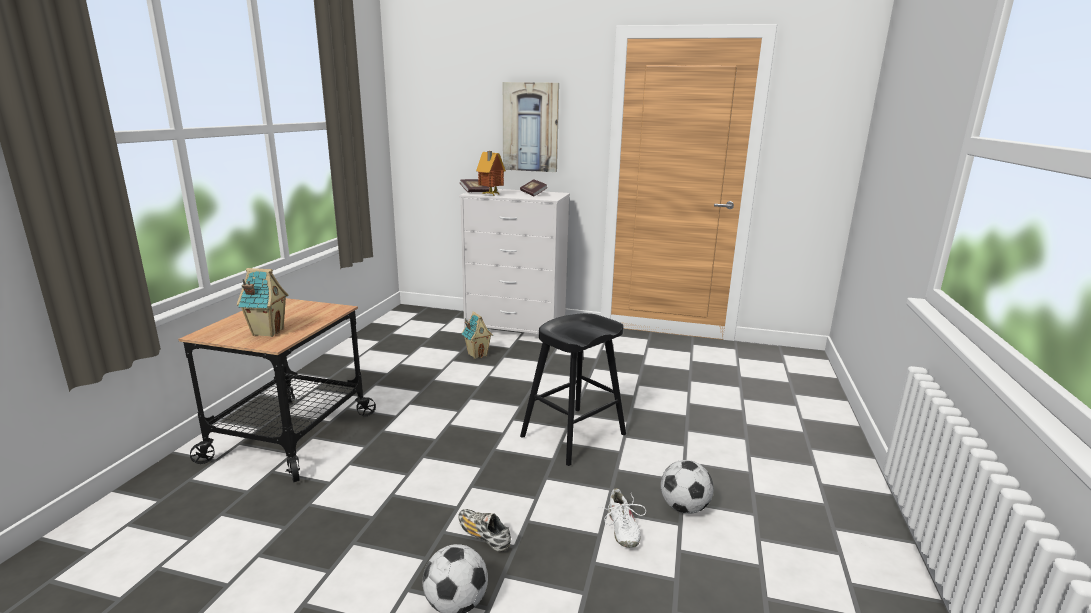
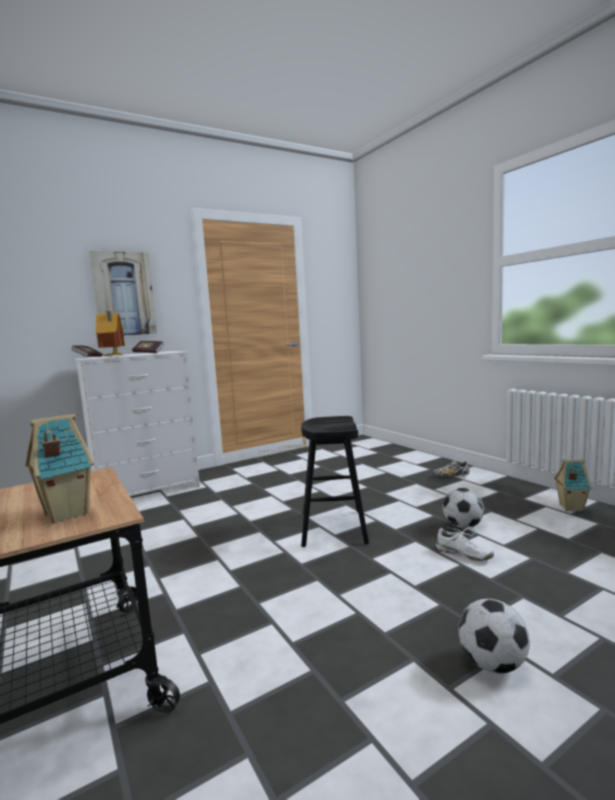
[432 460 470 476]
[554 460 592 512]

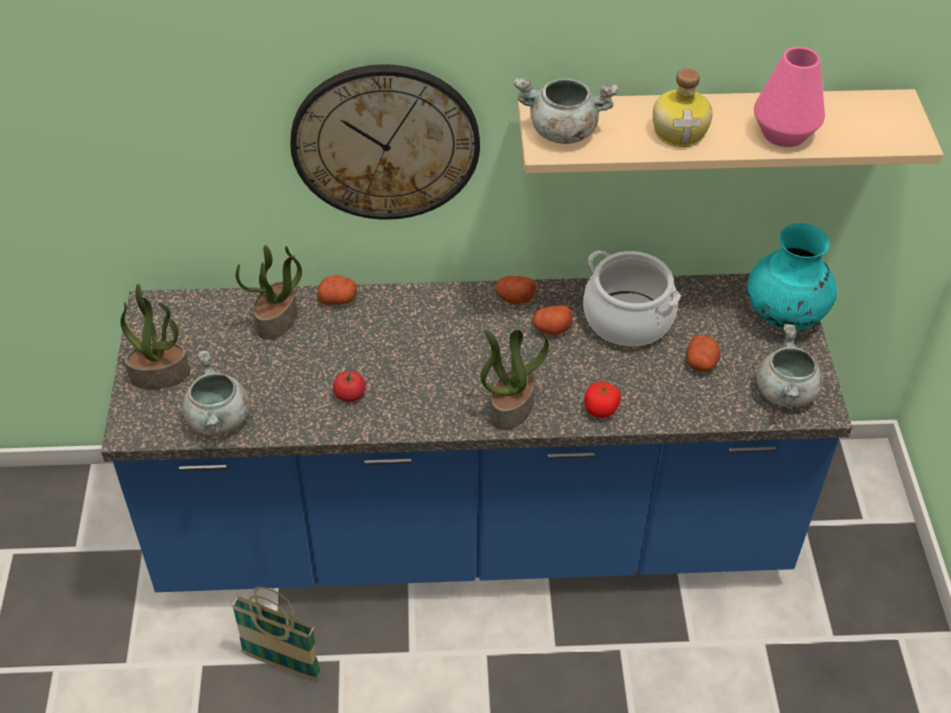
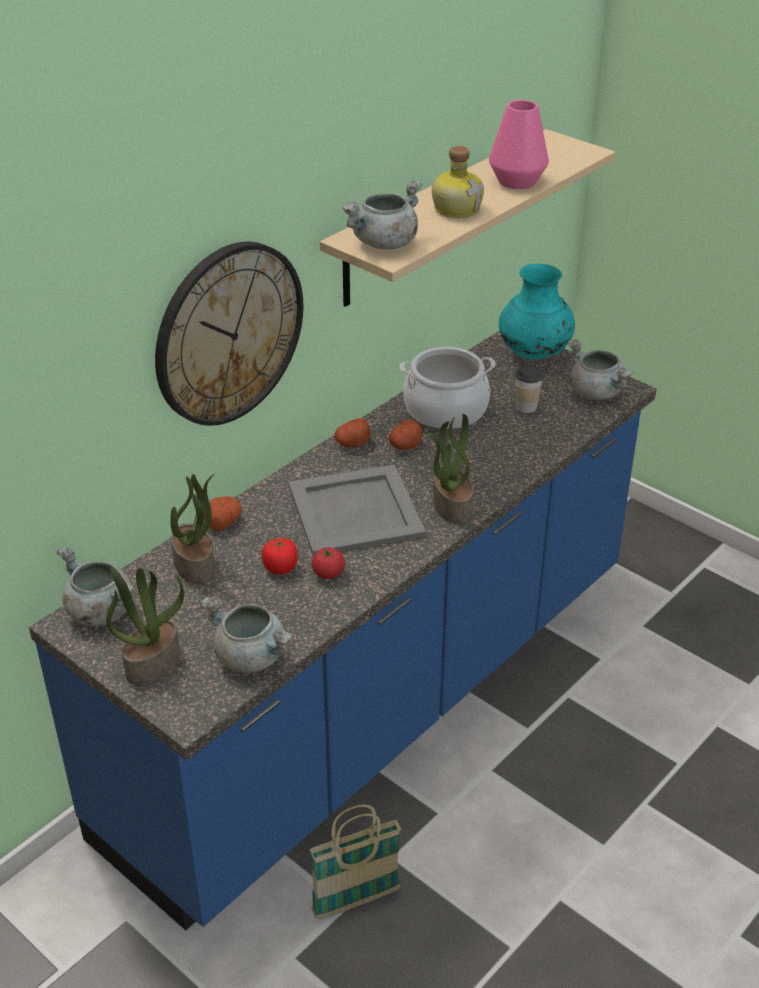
[57 546 135 626]
[288 464 426 556]
[262 538 298 574]
[515 365 543 413]

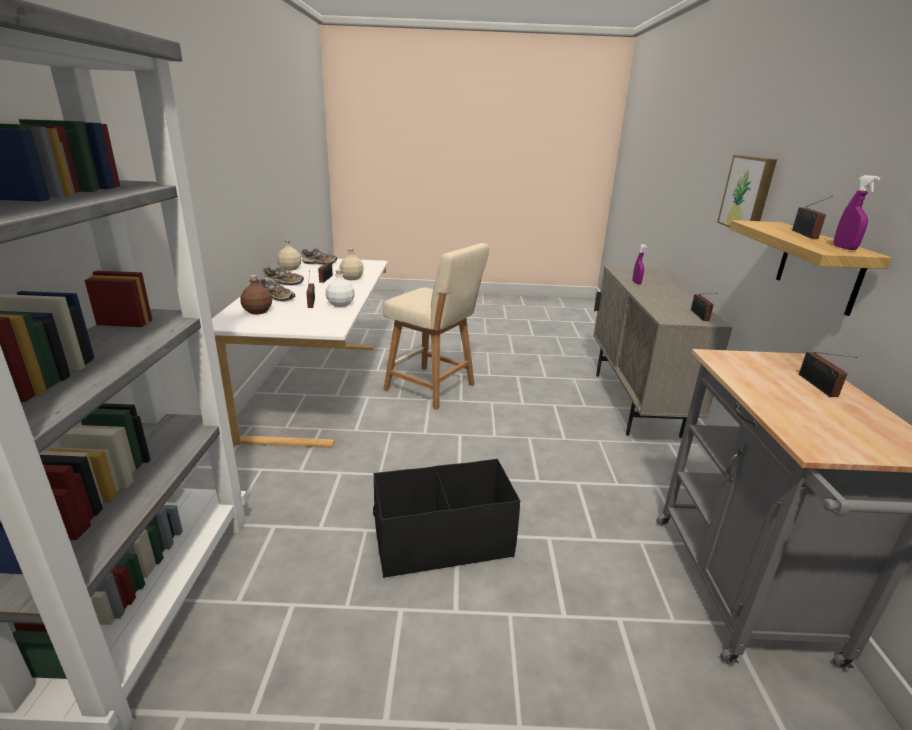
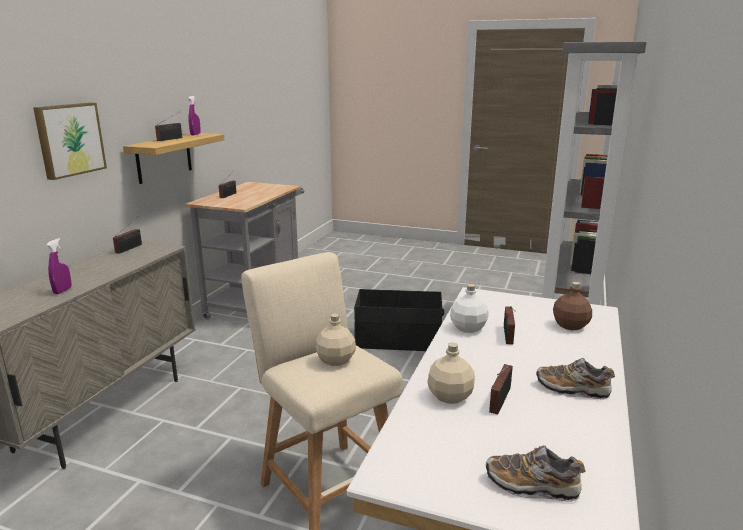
[258 278 295 302] (first image)
[315 314 356 366]

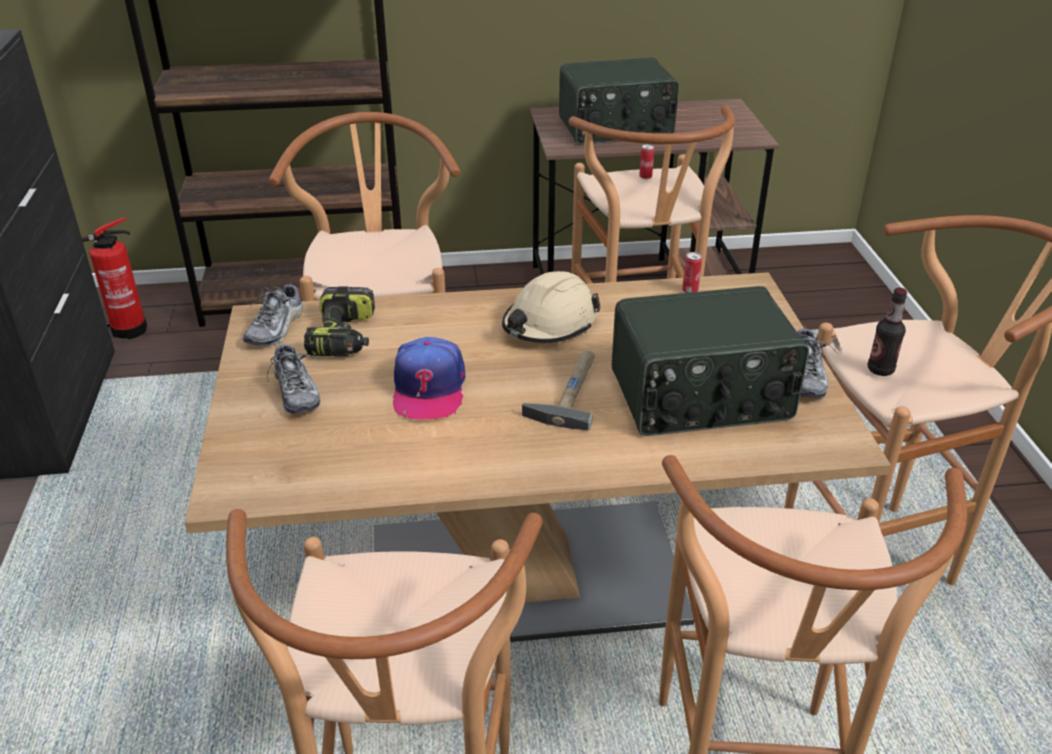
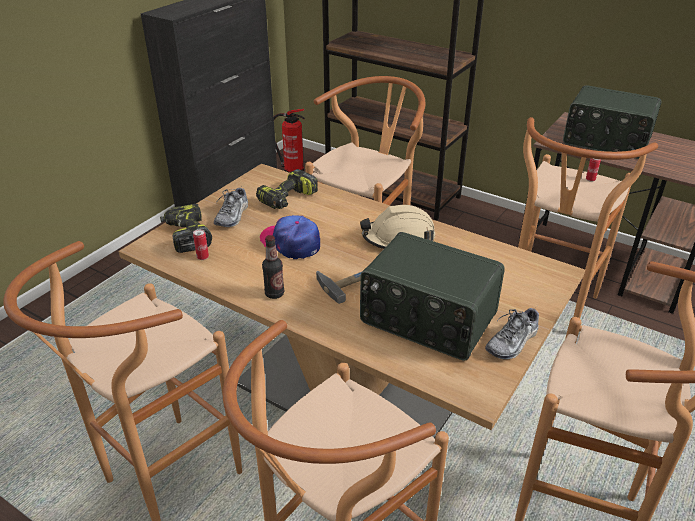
[243 283 303 346] (first image)
[160 204 212 253]
[193 229 209 260]
[262 235 284 299]
[260 215 320 259]

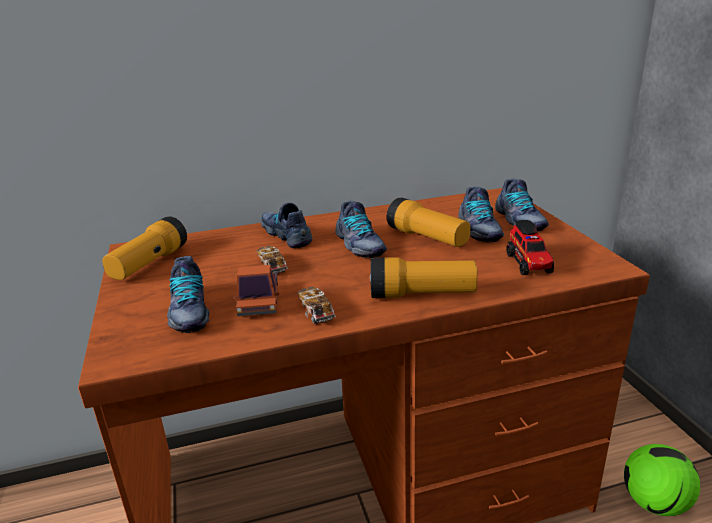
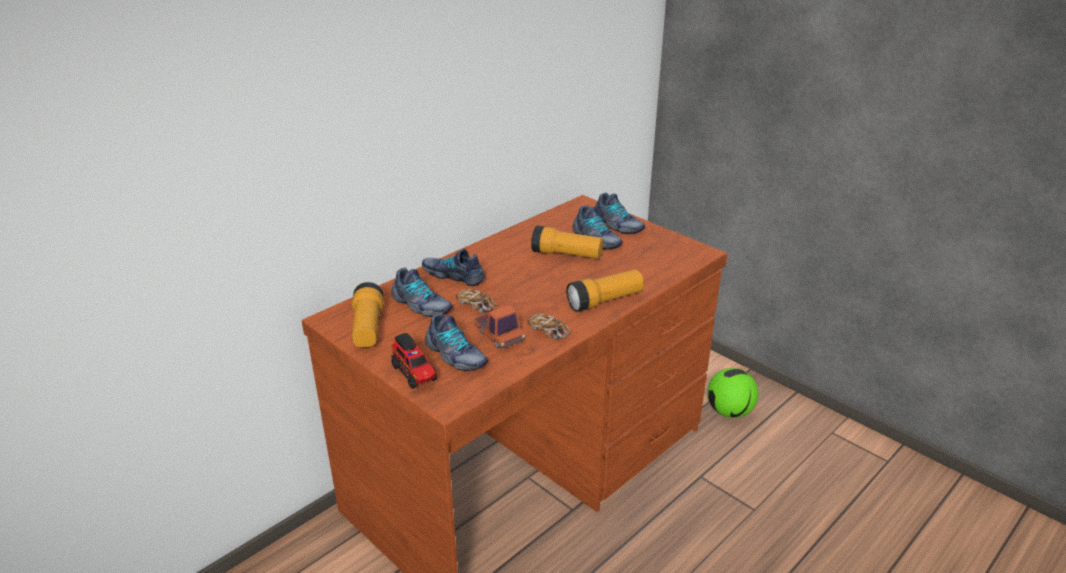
[391 267 453 317]
[391 333 437 389]

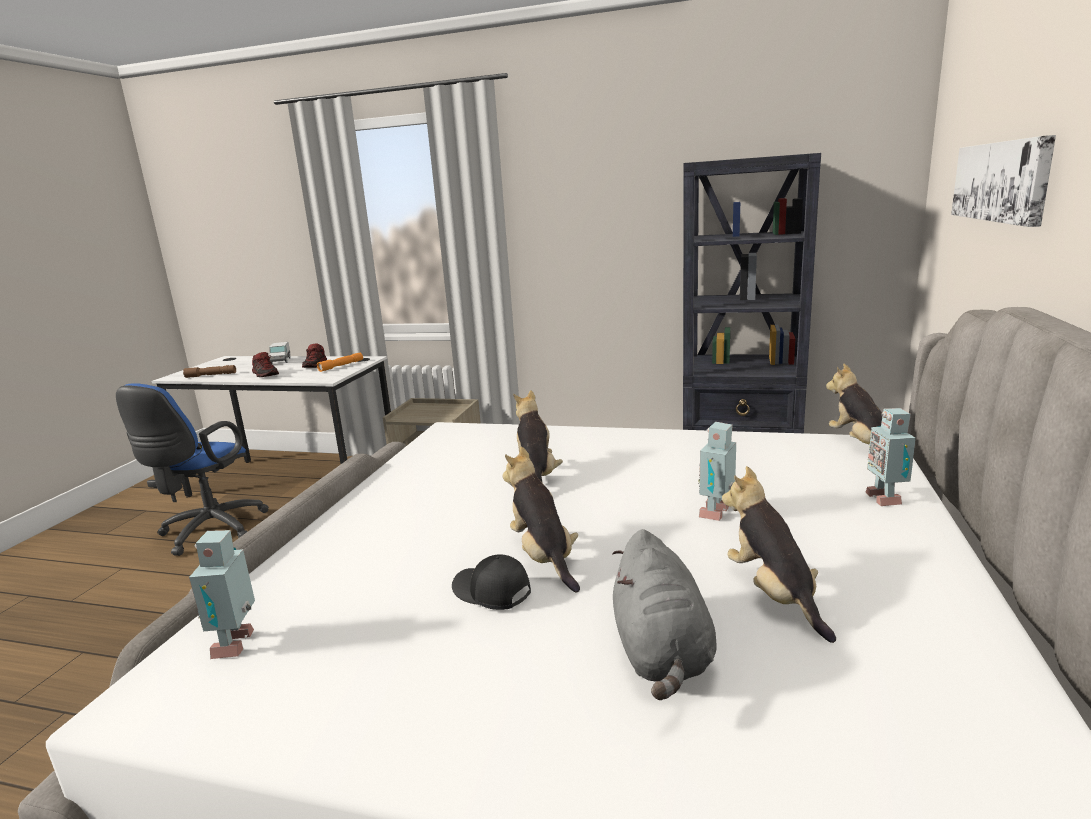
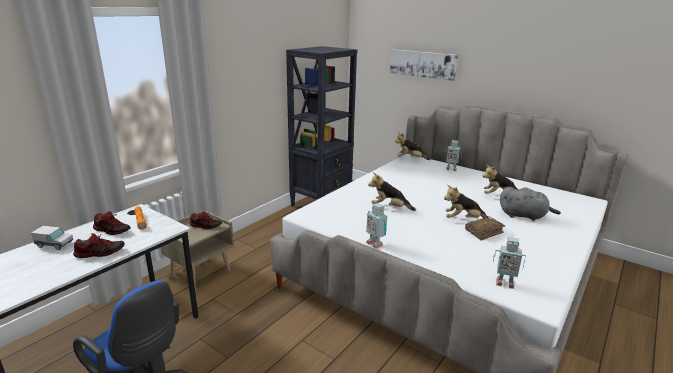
[183 365 236 378] (first image)
[189 211 222 229]
[366 203 387 249]
[465 217 505 241]

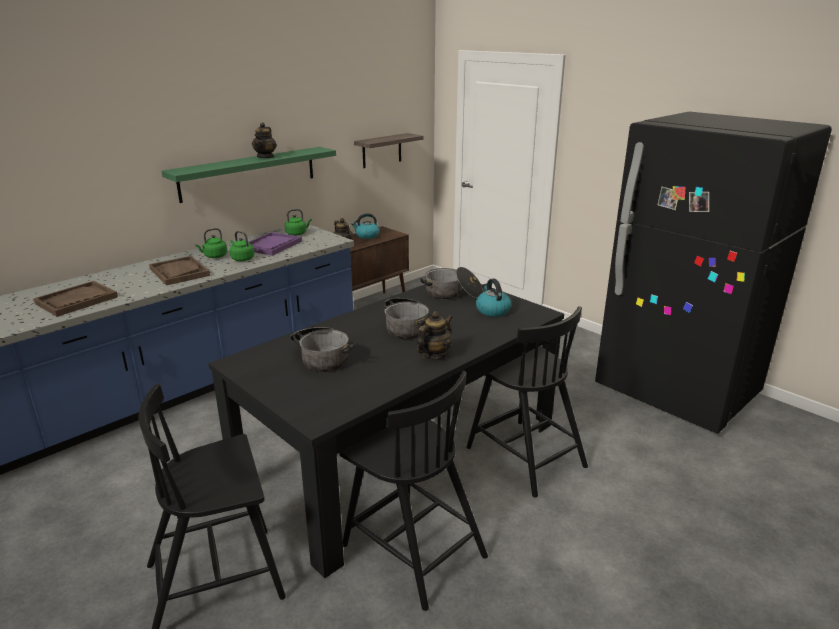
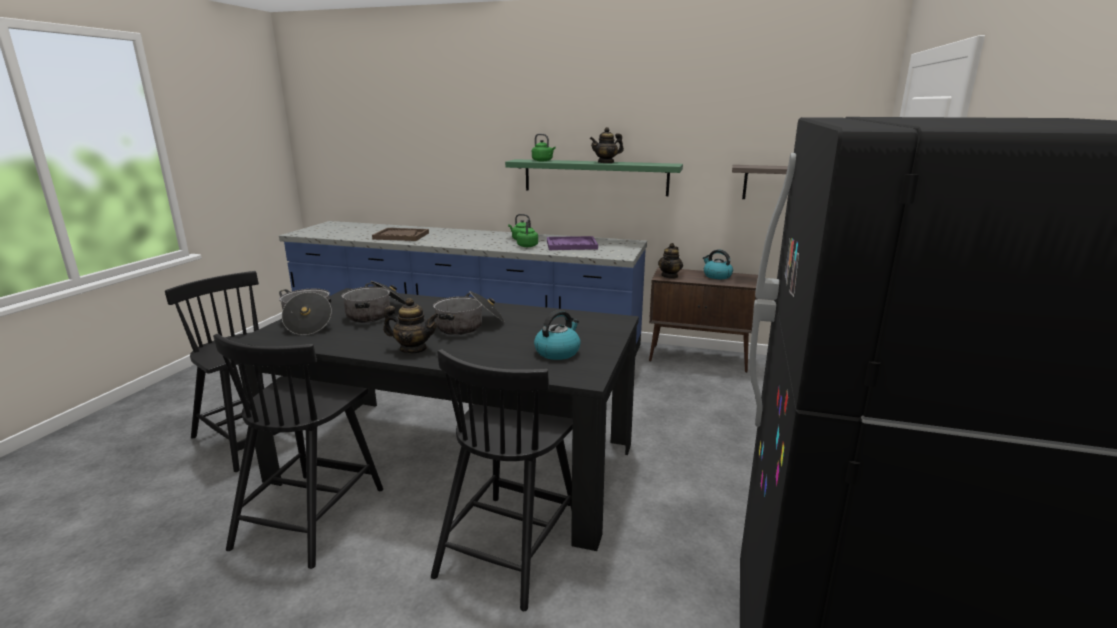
[149 256 210 285] (first image)
[532 134 556 161]
[279 289 332 335]

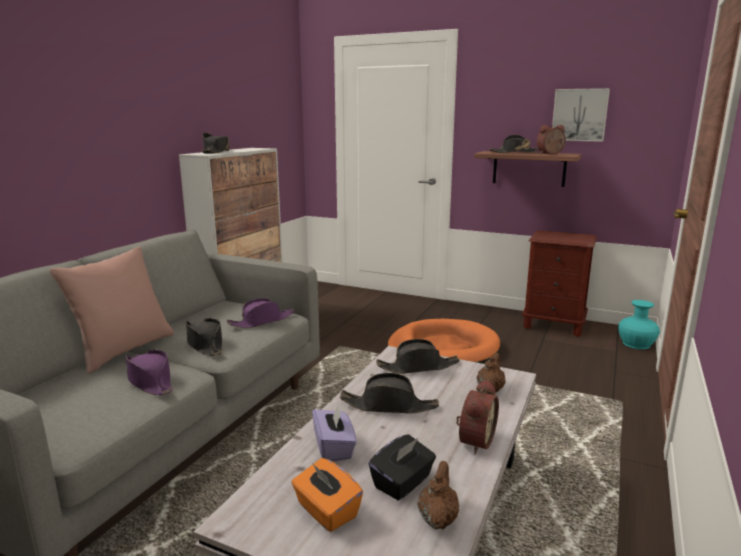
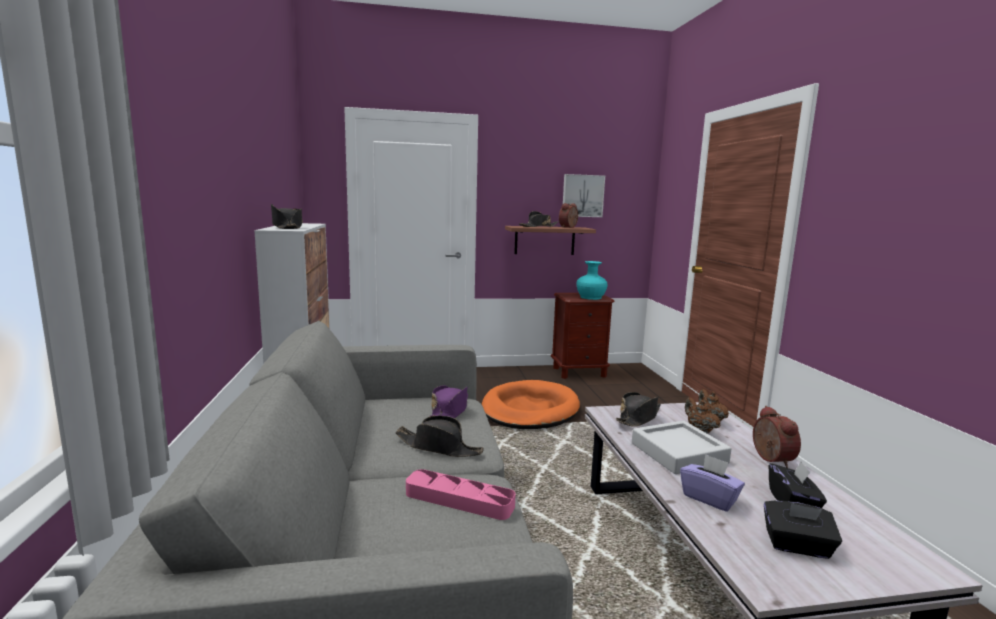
[50 247 174 374] (first image)
[685 398 721 433]
[576 261 607 300]
[406 469 516 520]
[632 420 731 474]
[764 500 842 559]

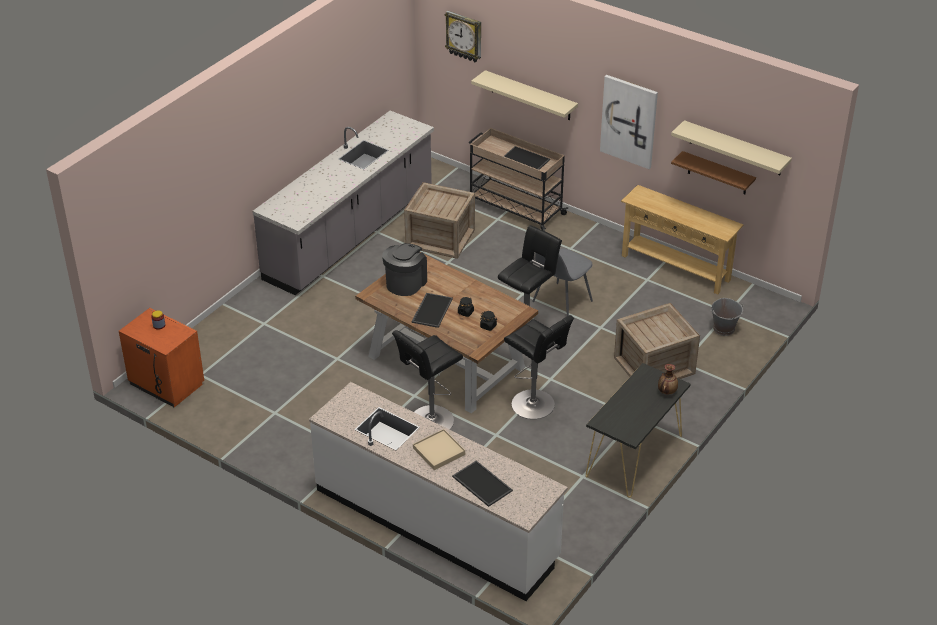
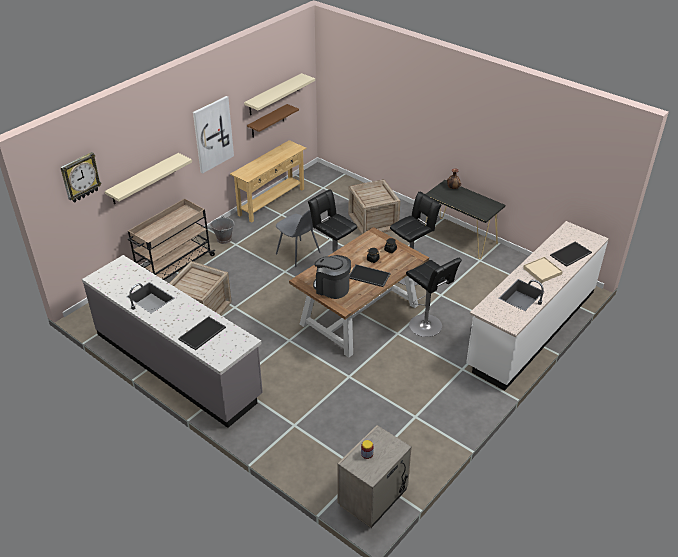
[178 316 226 350]
[210 216 235 244]
[337 425 412 528]

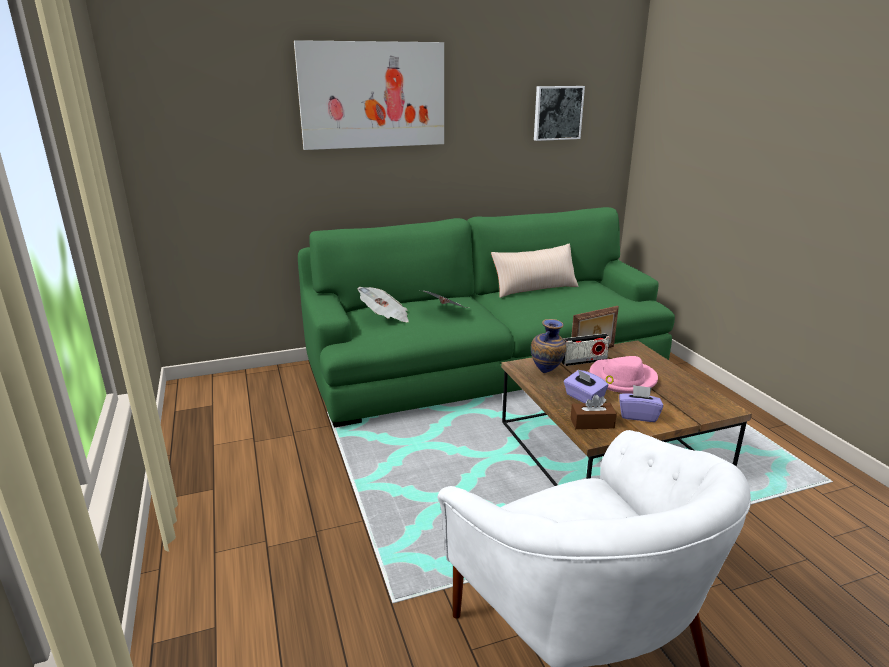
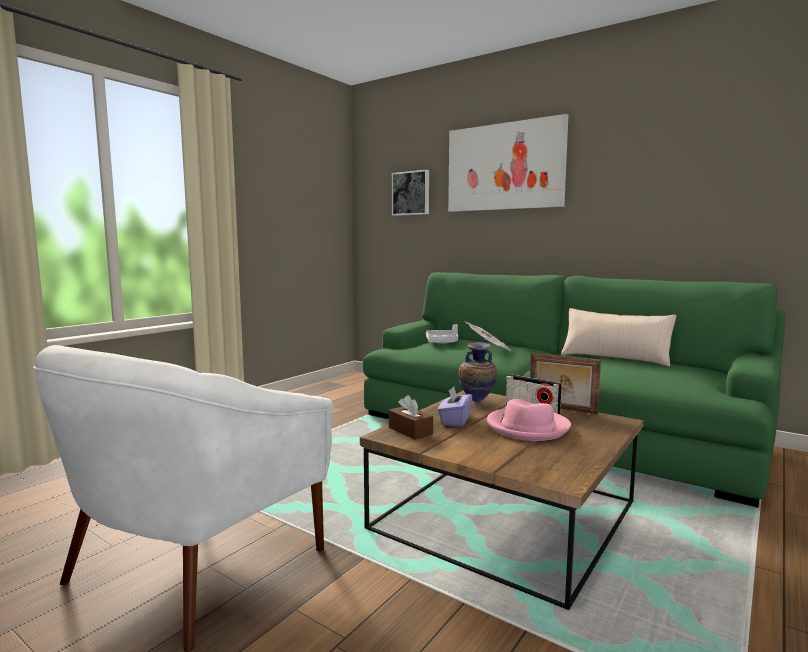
[619 385 663 422] (first image)
[392 170 429 216]
[426 324 458 344]

